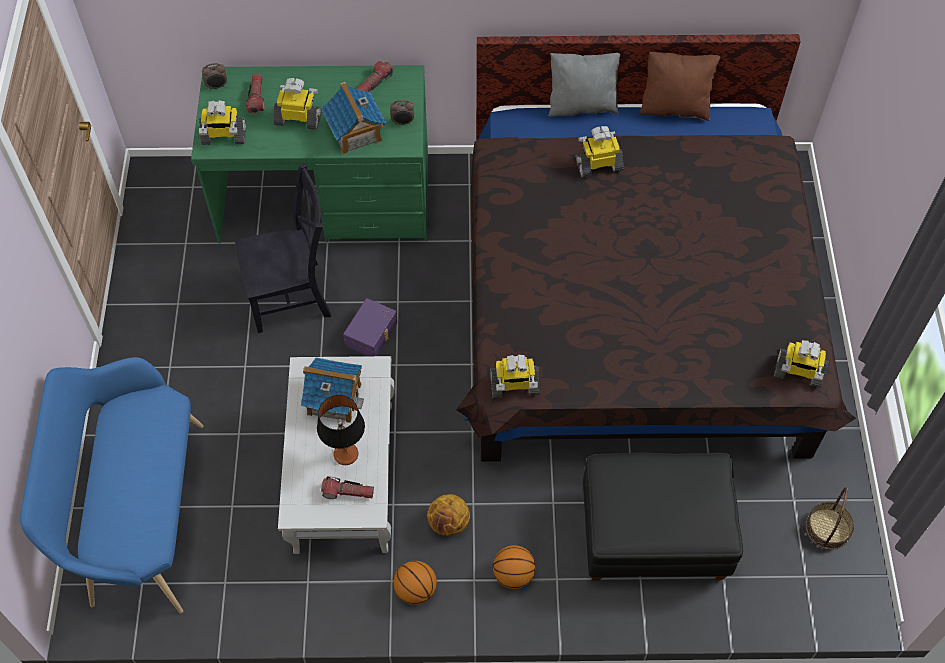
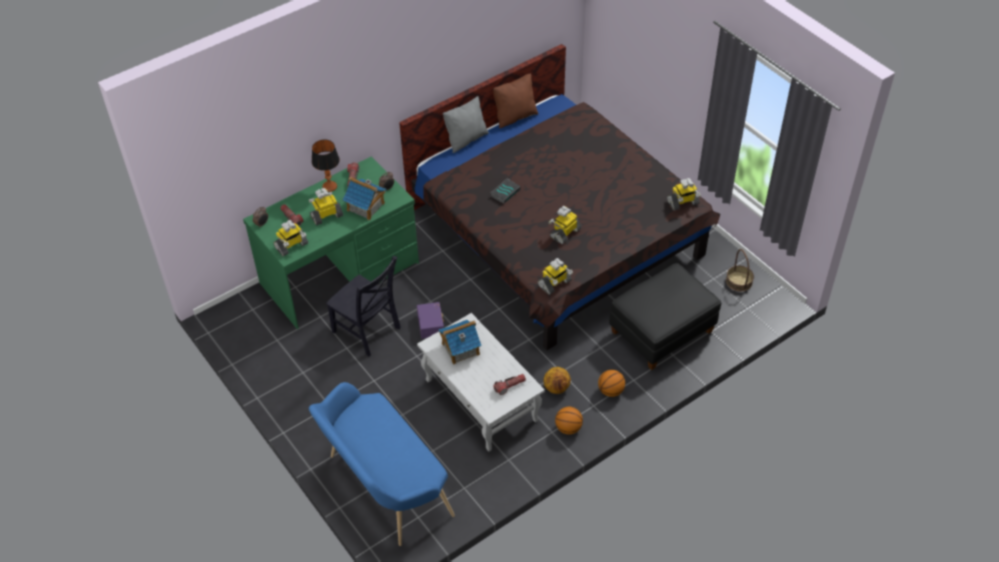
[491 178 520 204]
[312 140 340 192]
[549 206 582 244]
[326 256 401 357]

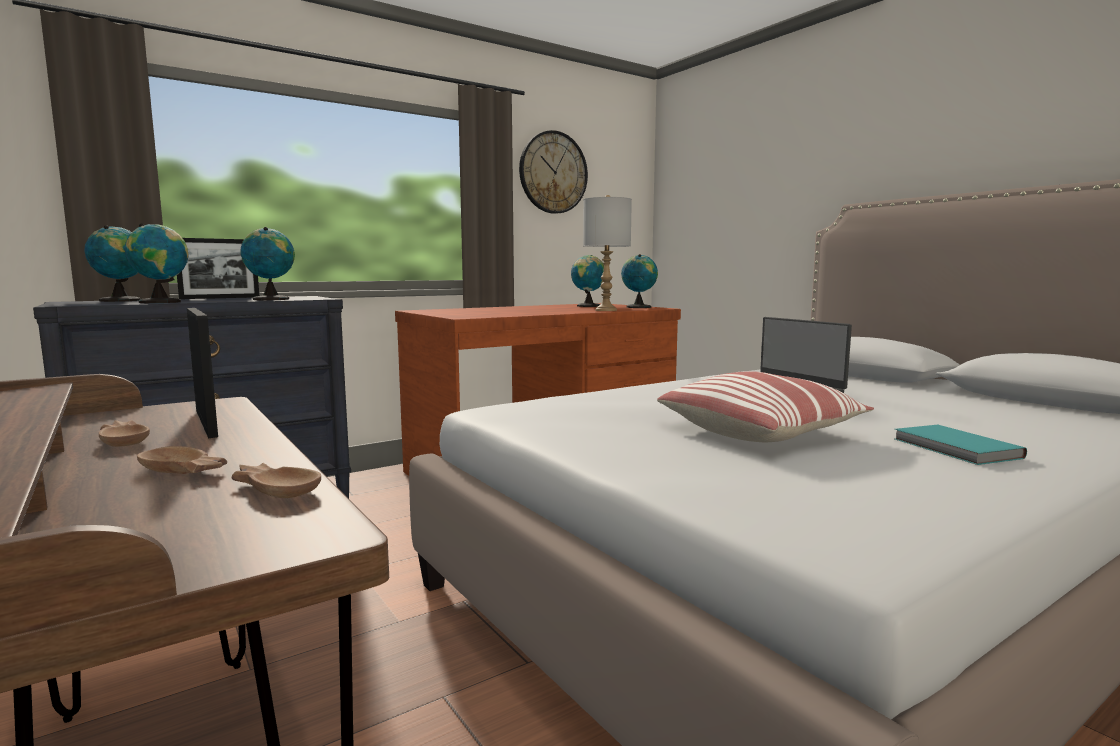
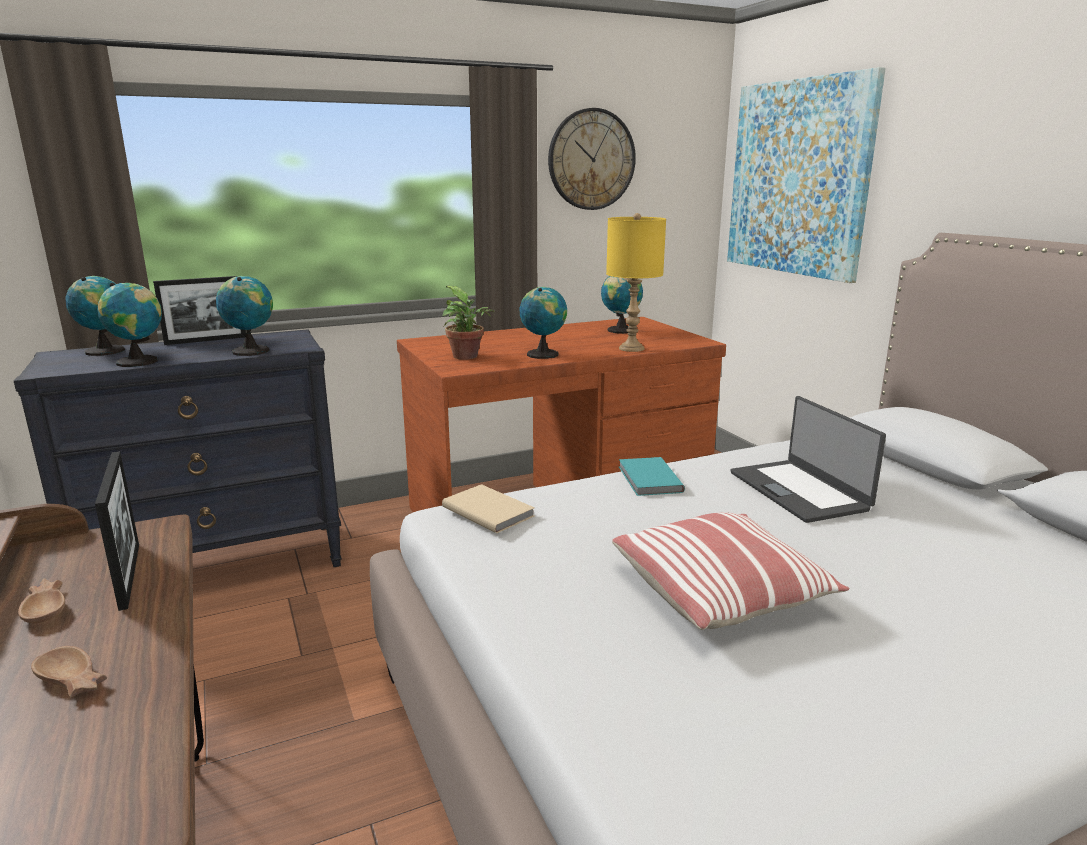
[231 463 321 498] (first image)
[442 484 535 533]
[443 286 494 359]
[727 67 886 283]
[520 287 567 359]
[619 457 685 496]
[606 213 666 352]

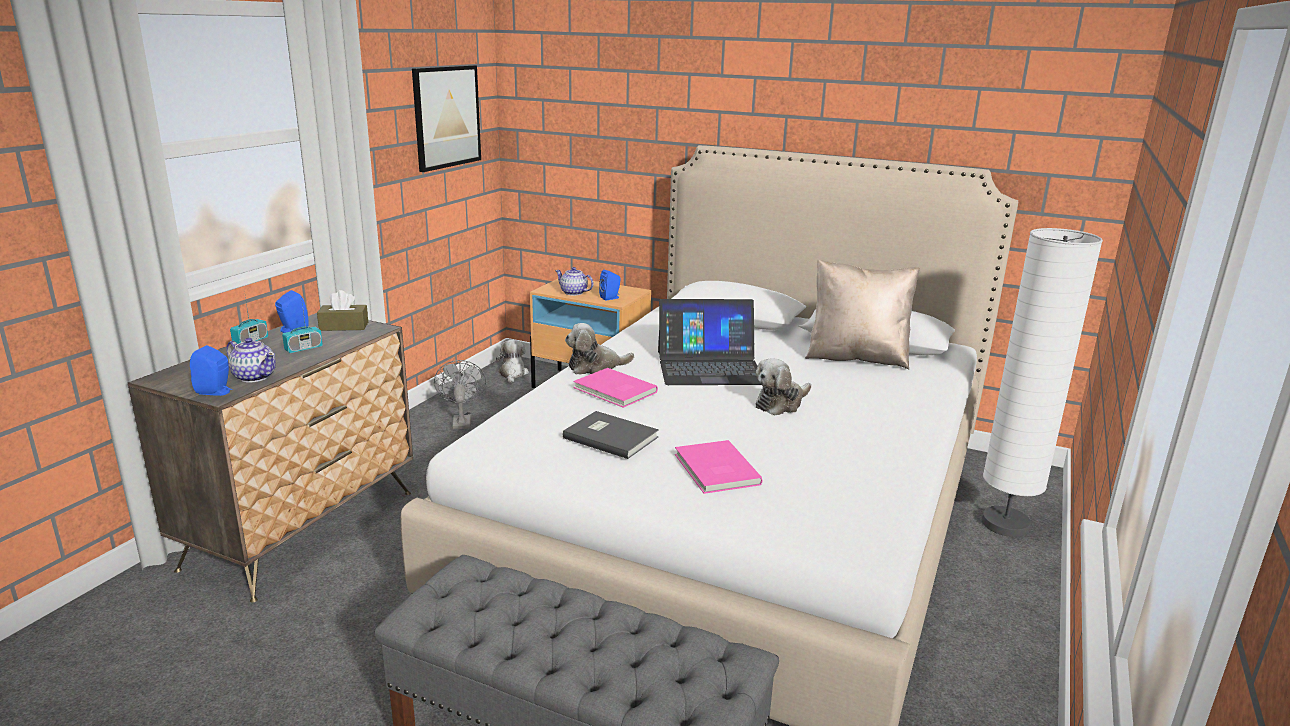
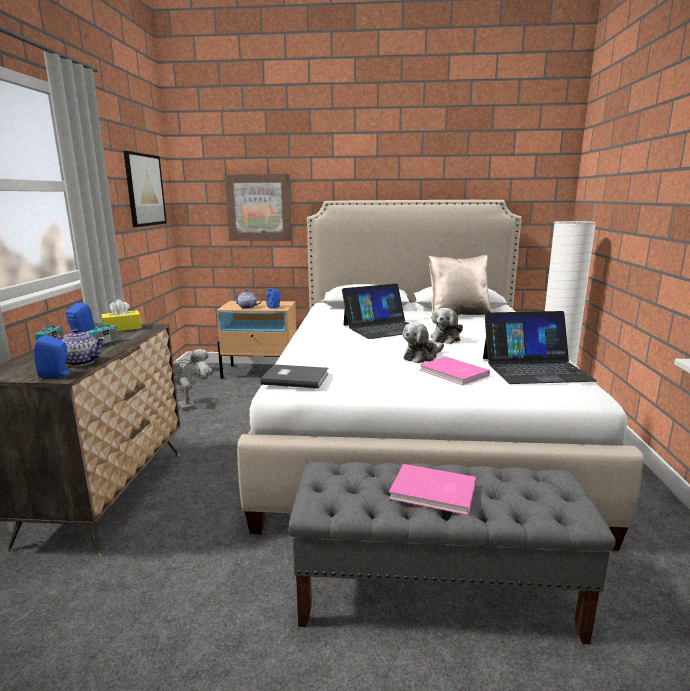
[225 174 292 240]
[483 311 597 384]
[260 365 329 389]
[403 322 444 363]
[389 464 476 515]
[102 299 142 331]

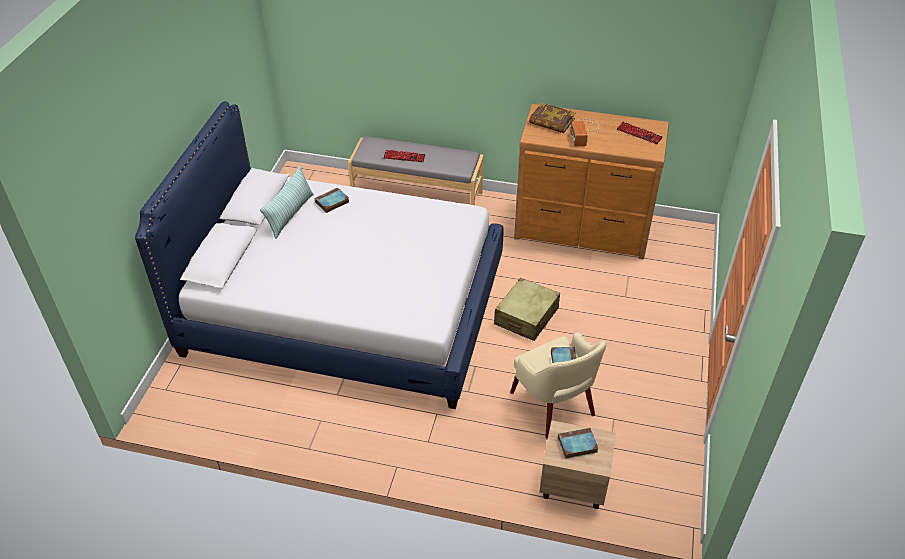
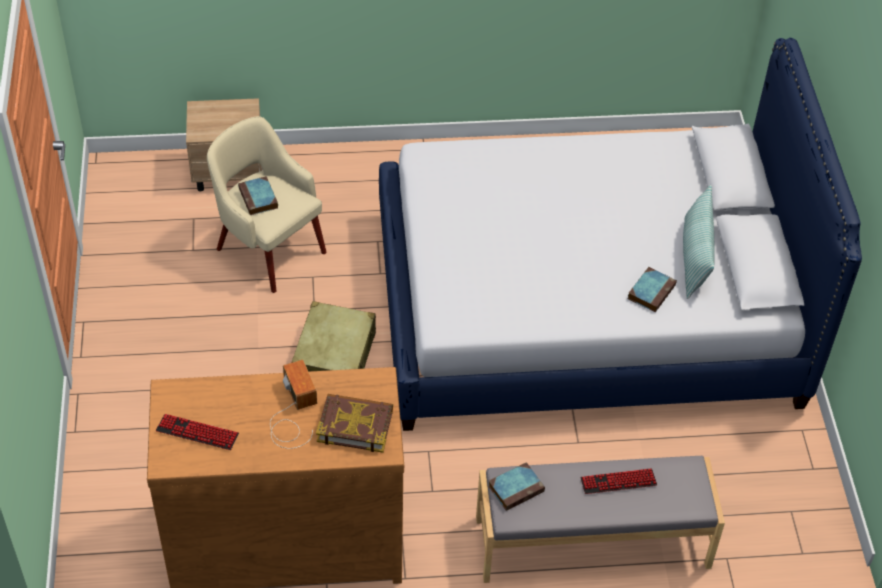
[488 462 545 511]

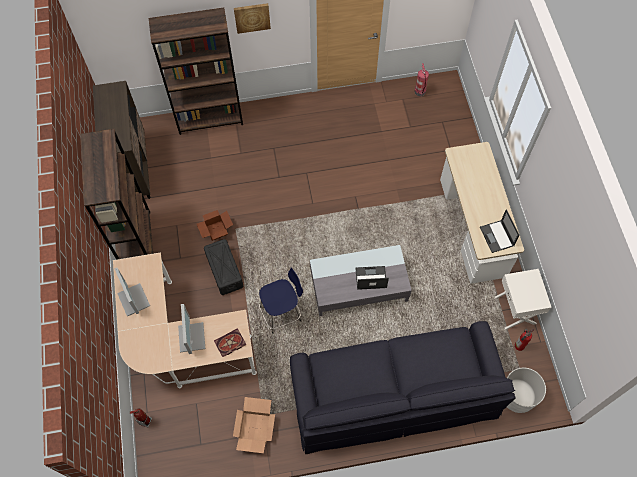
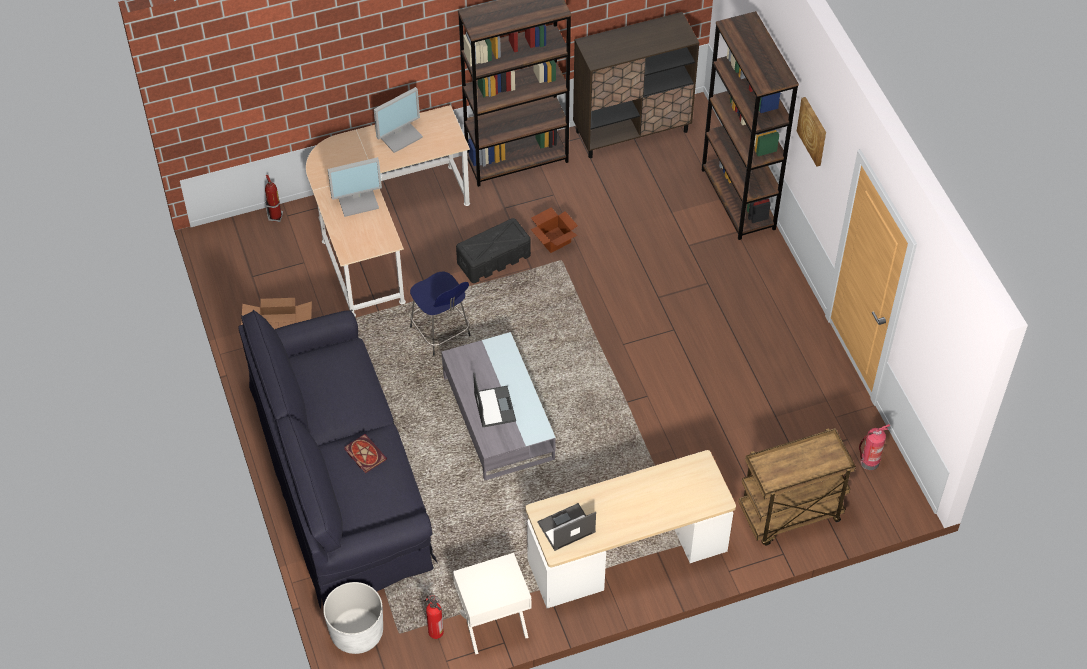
[738 428 856 546]
[344 434 387 473]

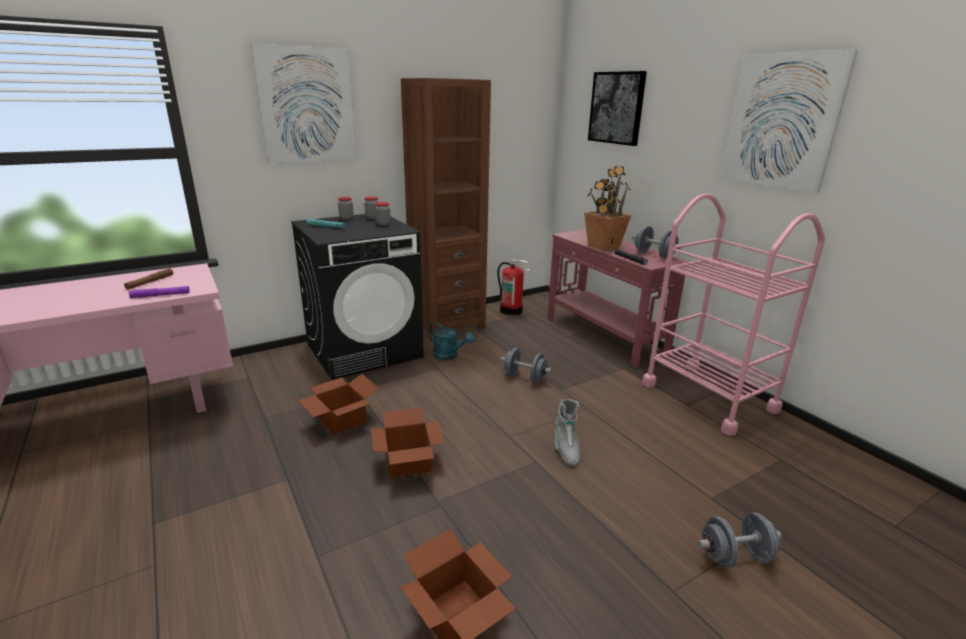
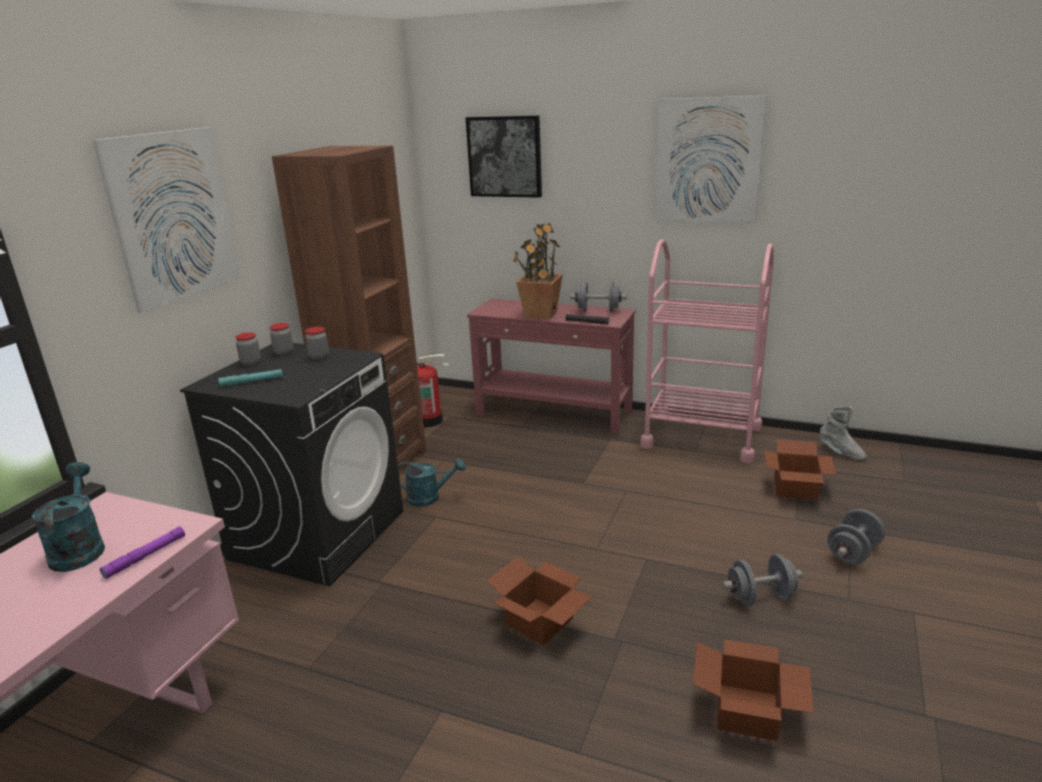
[764 439 836 500]
[722 554 803 606]
[820 406 867 460]
[32 462 105 572]

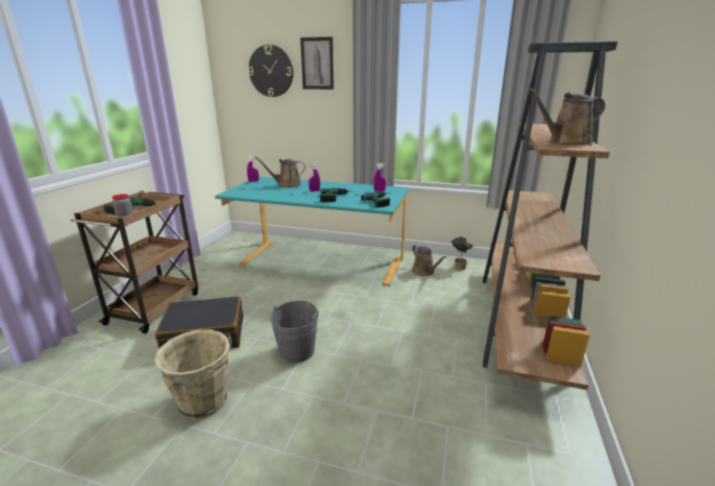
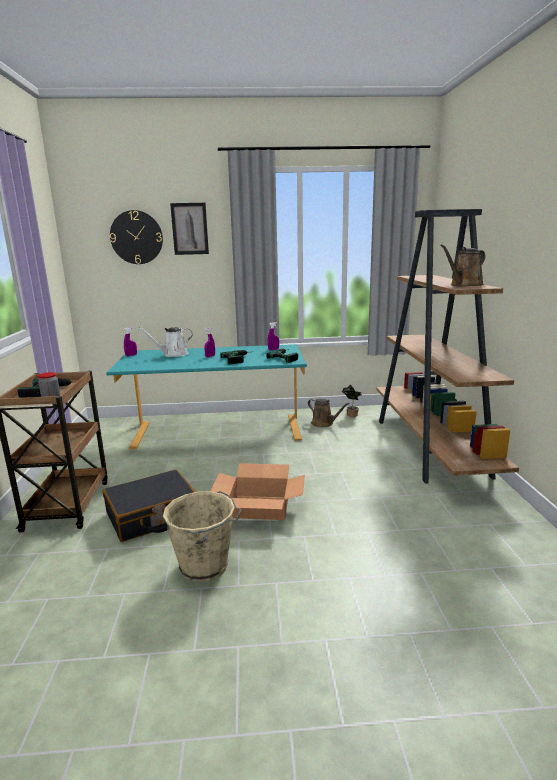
[211 463 305 520]
[138 327 193 357]

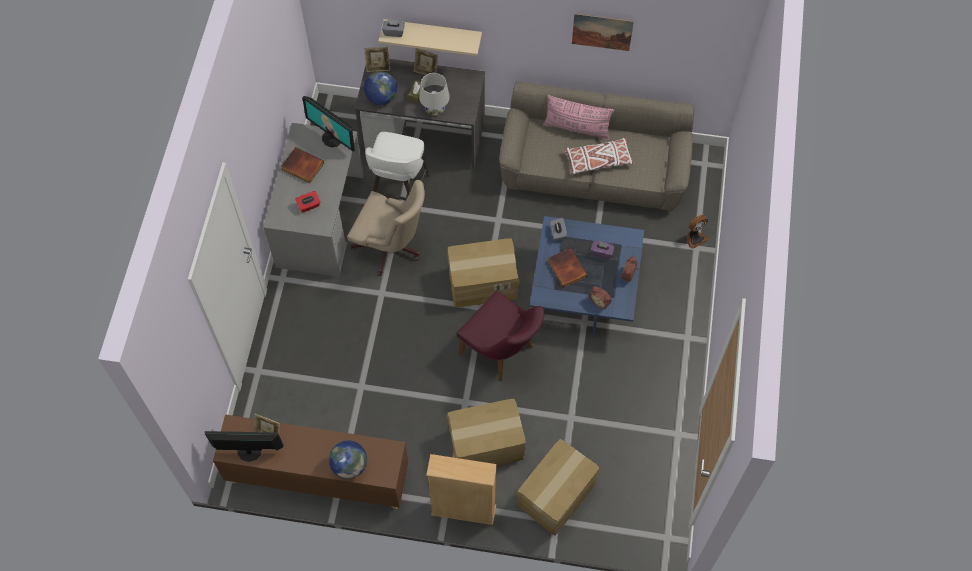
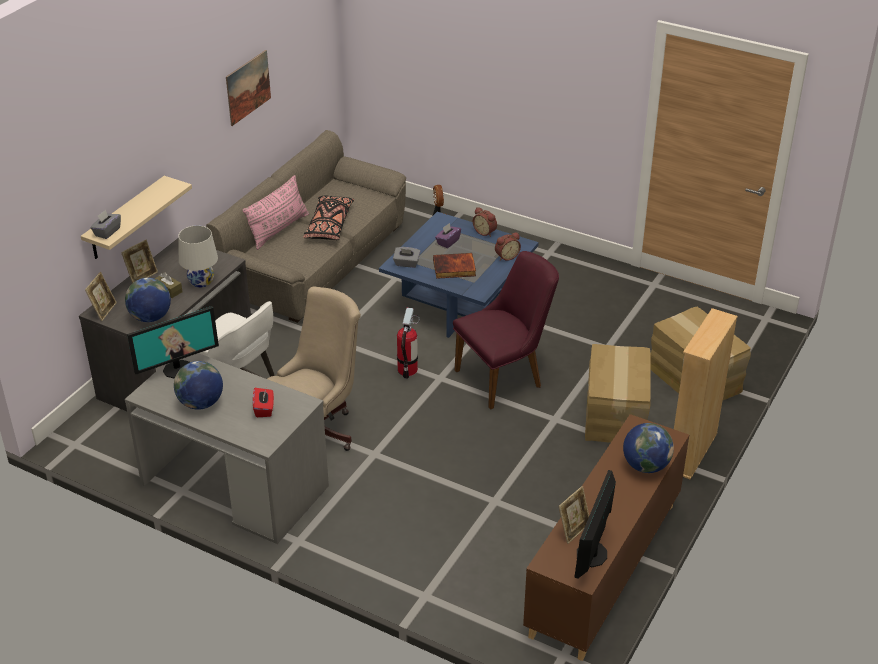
[174 361 223 410]
[397 308 420 379]
[303 195 354 240]

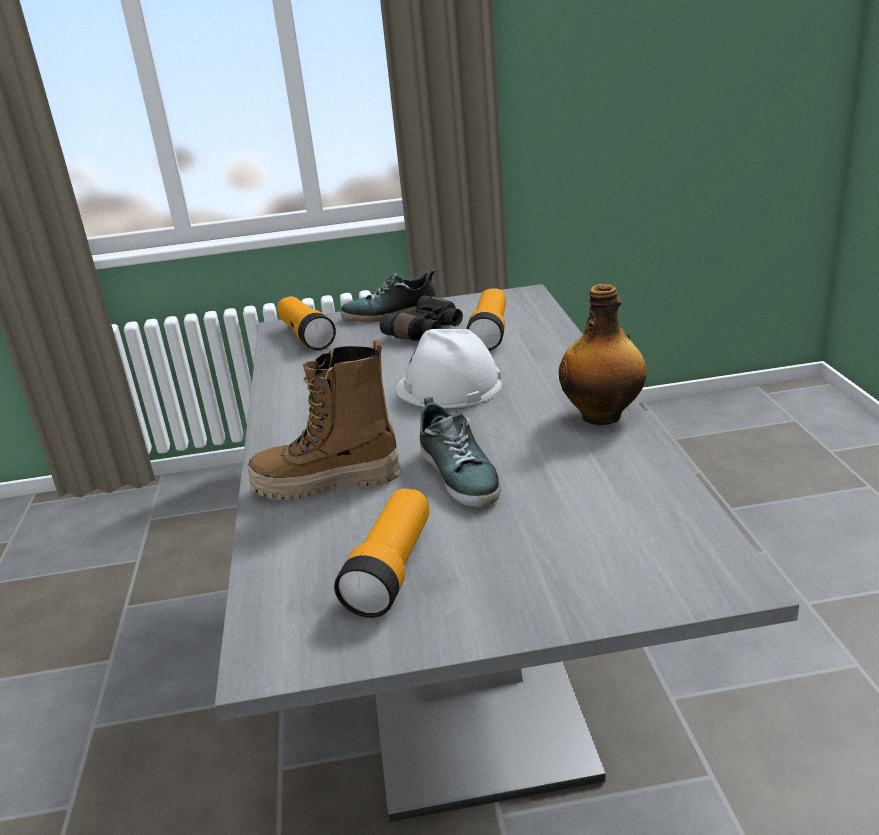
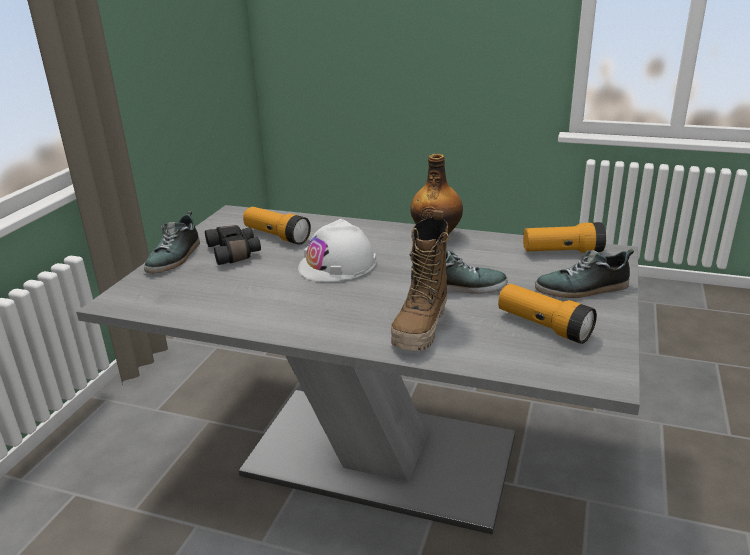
[535 249 634 298]
[523 222 606 253]

